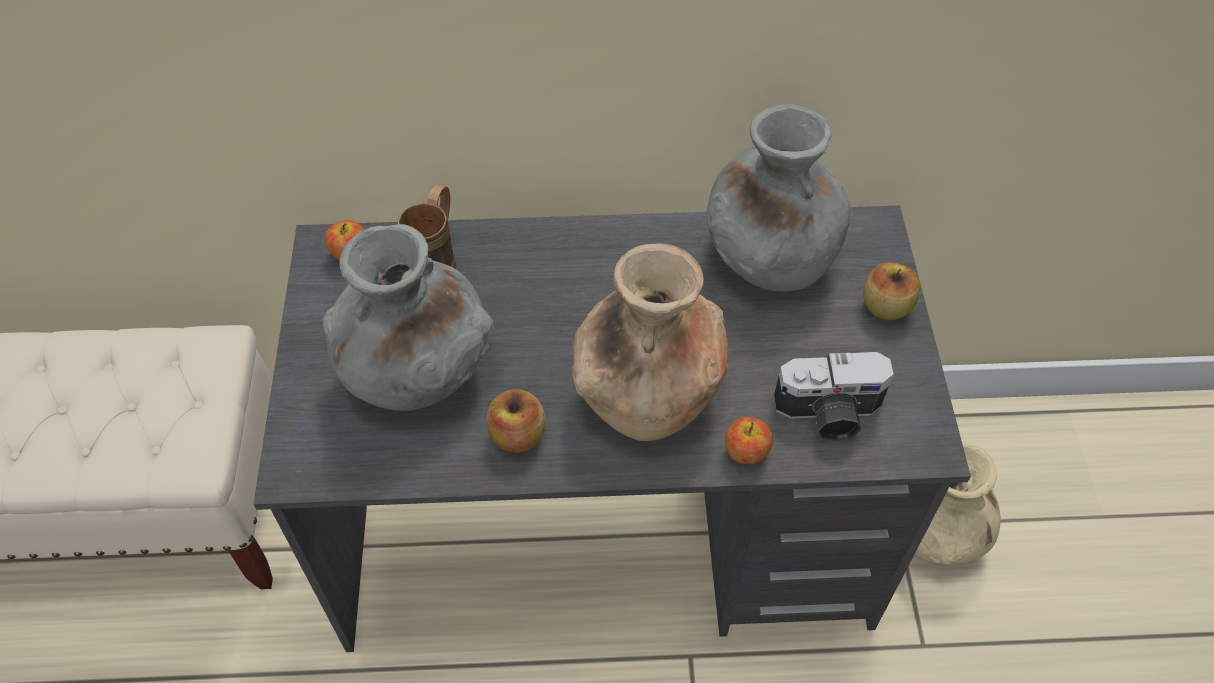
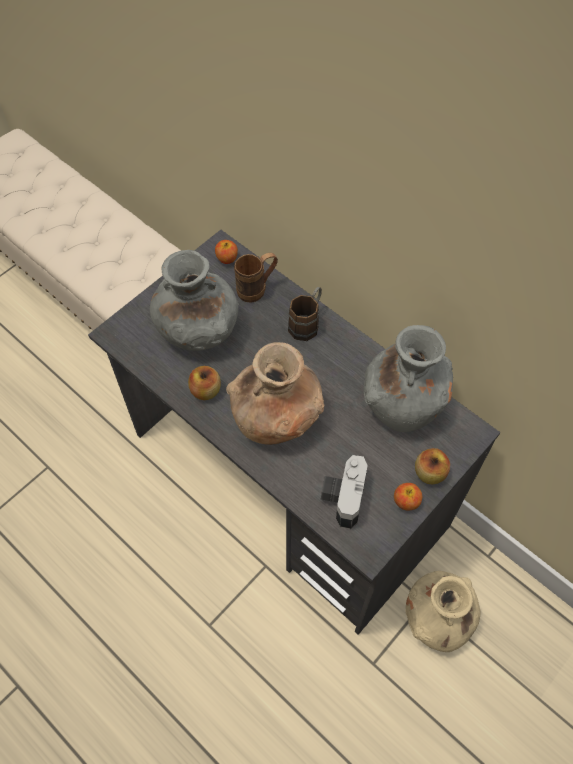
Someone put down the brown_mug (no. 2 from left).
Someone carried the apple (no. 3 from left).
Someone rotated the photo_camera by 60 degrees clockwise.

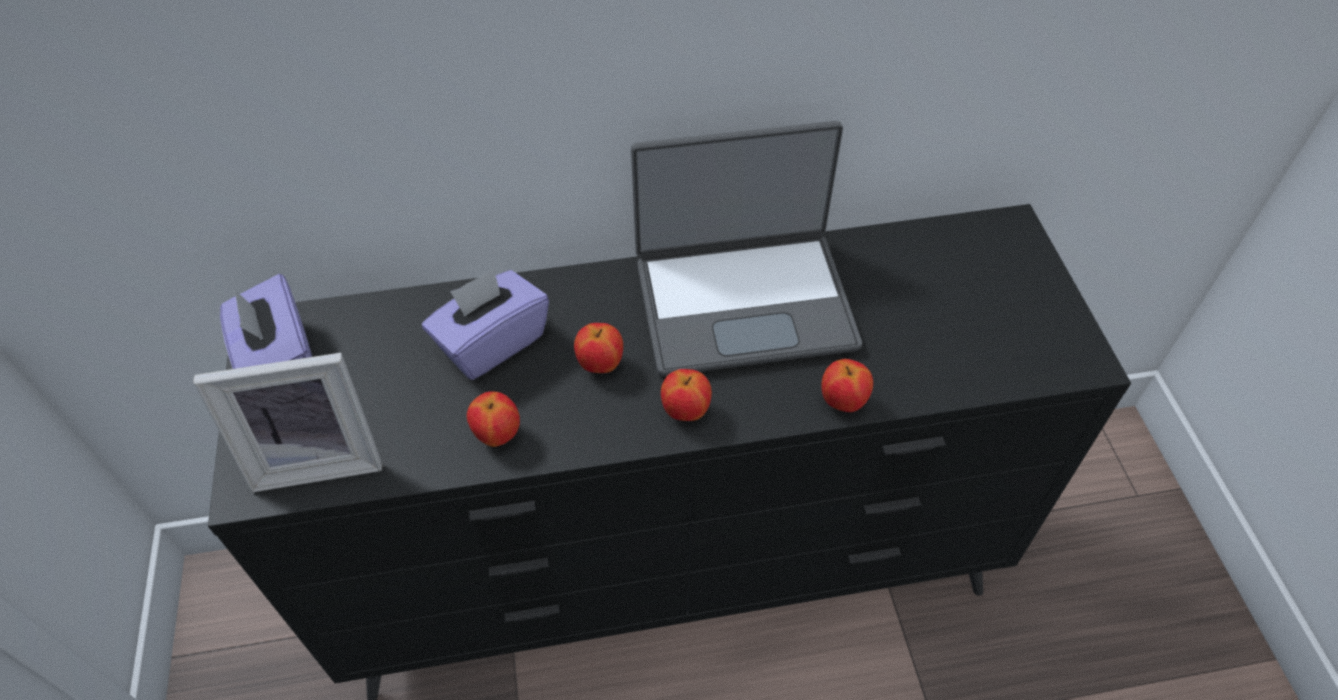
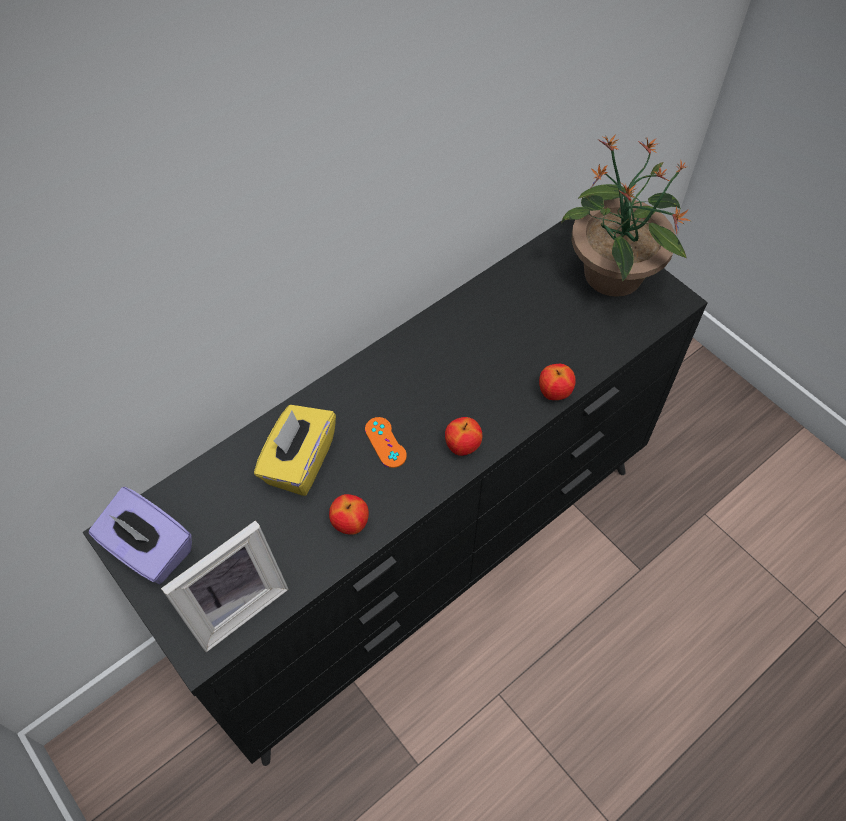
Someone took away the laptop.
Someone put down the potted_plant.
Someone swapped the apple (no. 2 from left) for the orange_game_controller.
Someone repainted the purple_tissue_box (no. 2 from left), which became the yellow_tissue_box.

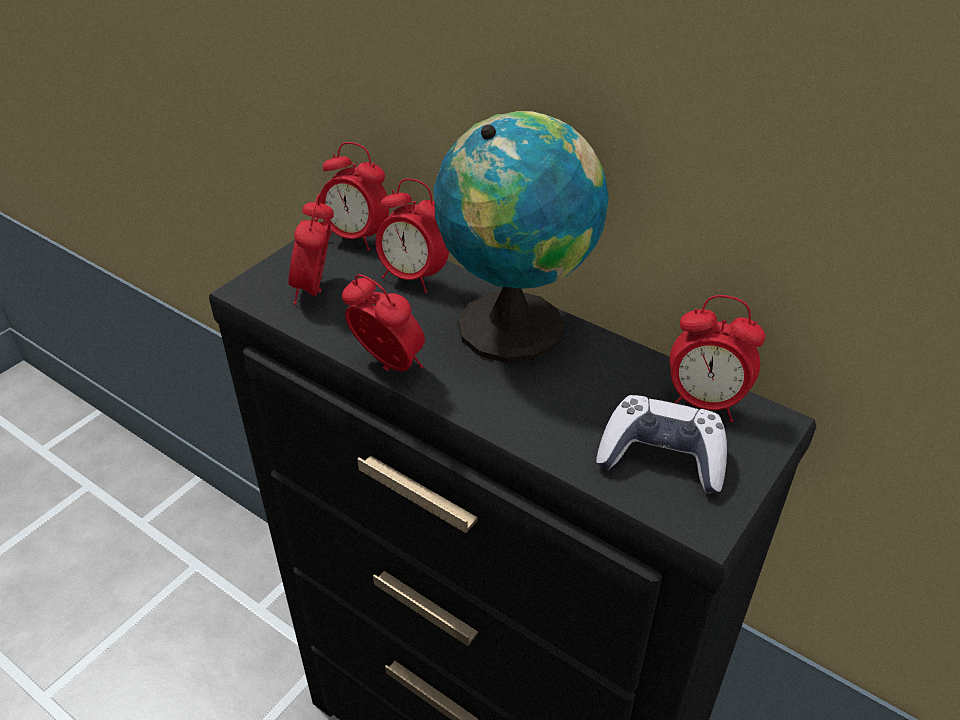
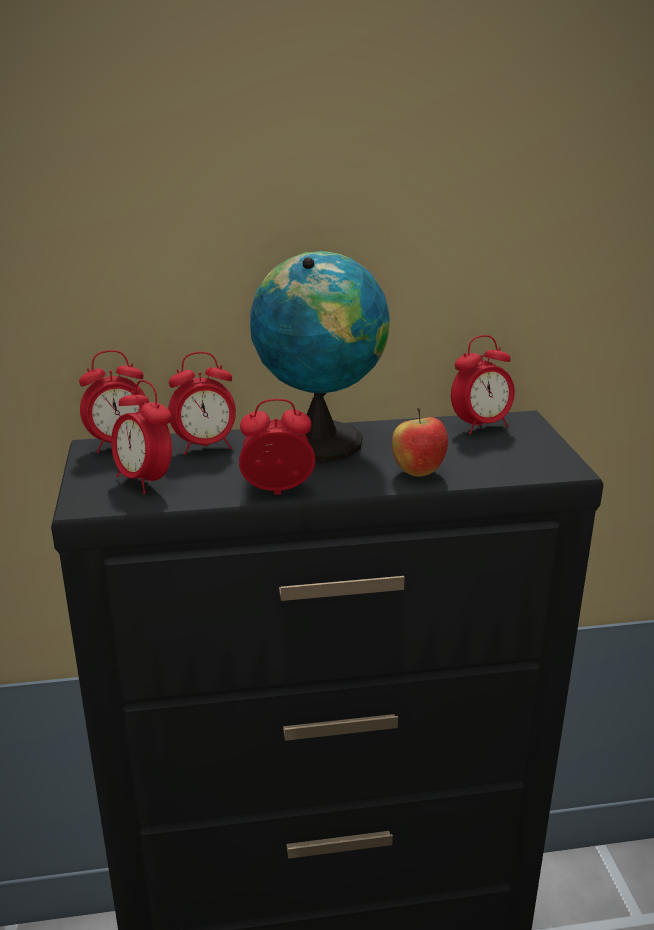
Someone took away the game_controller.
Someone put down the apple.

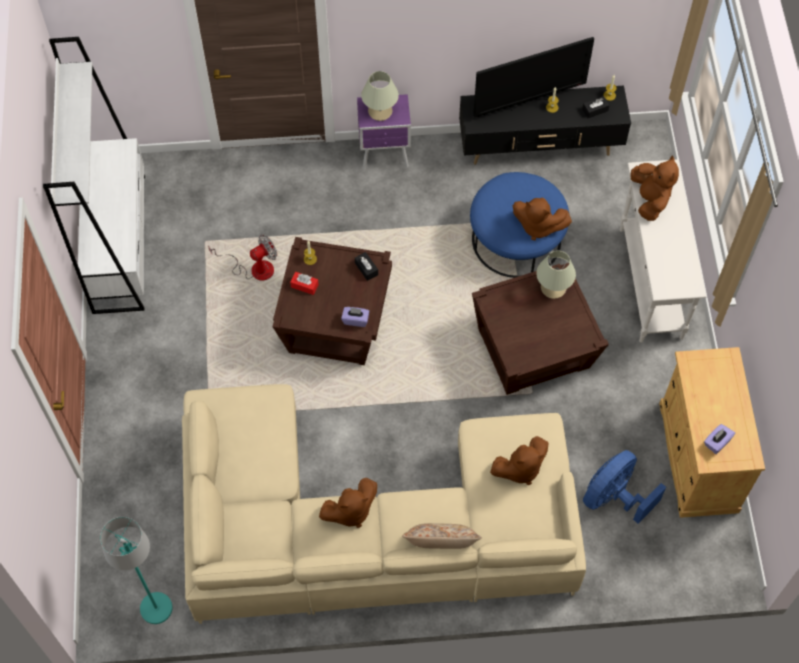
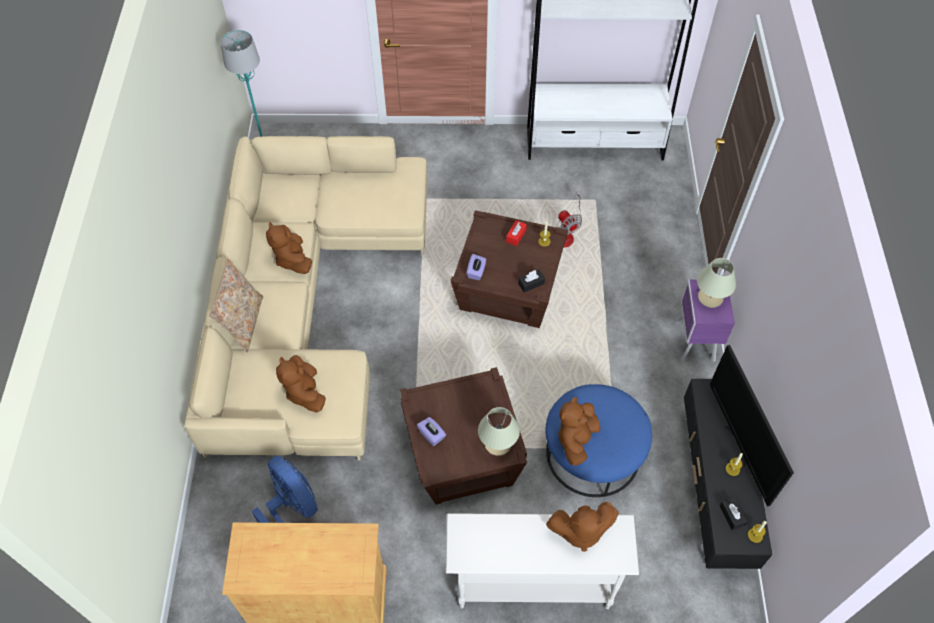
Someone carried the purple_tissue_box (no. 2 from left in the first image).

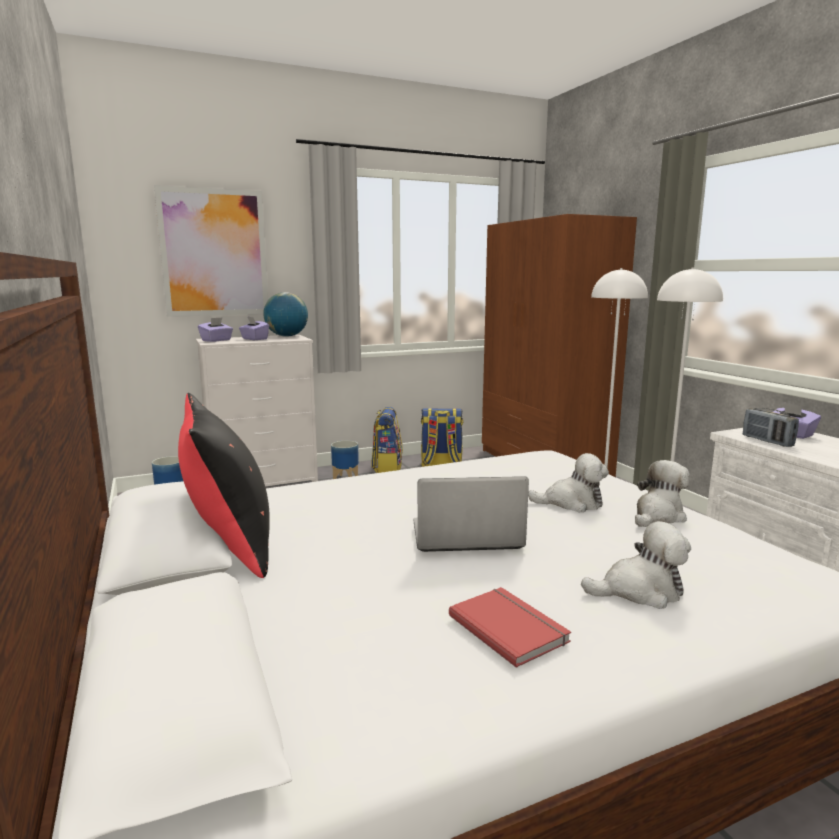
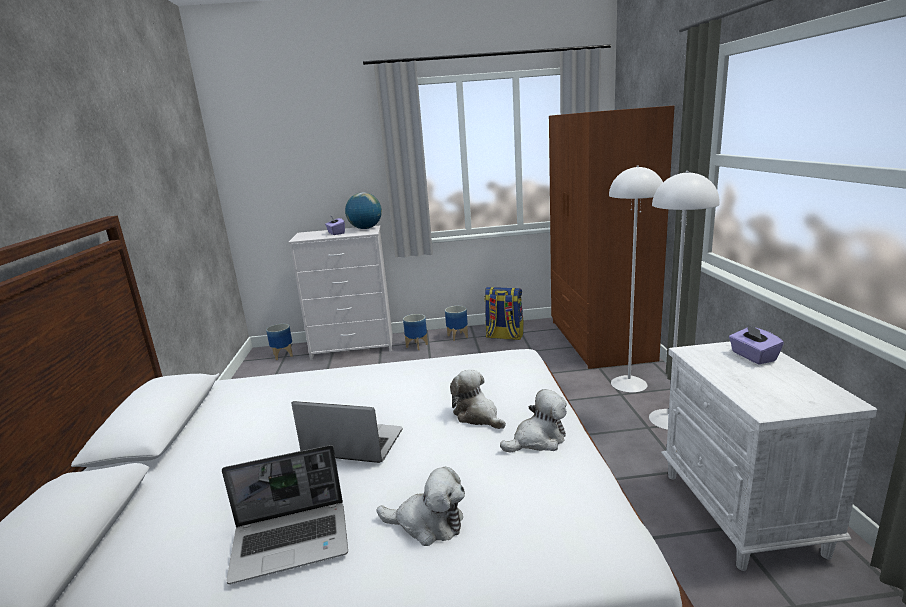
Someone took away the picture.
Someone took away the black_pillow.
Someone took away the purple_tissue_box (no. 1 from left).
Someone took away the radio.
Someone swapped the backpack (no. 1 from left) for the planter (no. 3 from left).
Someone swapped the red_book for the laptop (no. 1 from left).
Someone rotated the plush_toy (no. 1 from left in the first image) by 150 degrees counterclockwise.

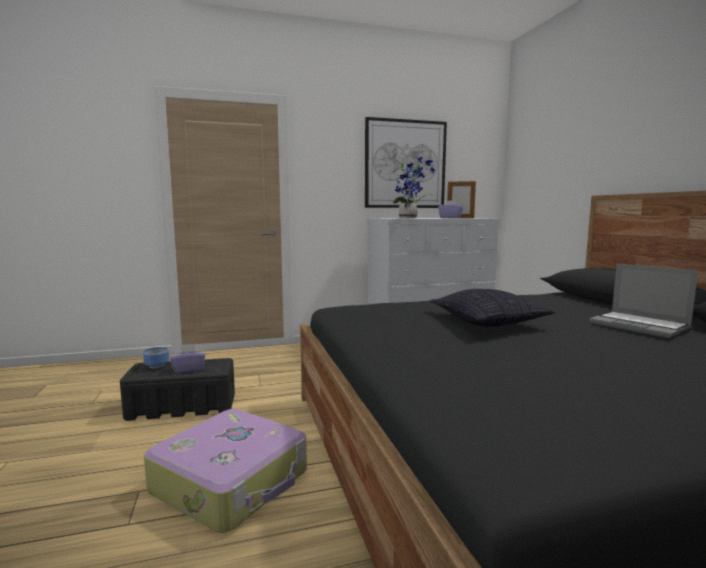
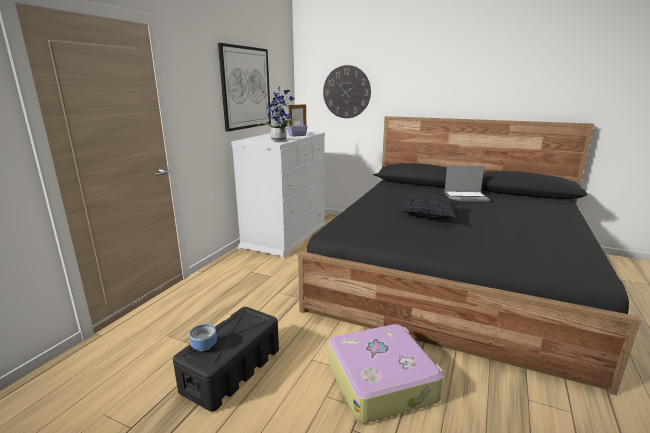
Someone took away the purple_tissue_box (no. 1 from left).
Someone put up the wall_clock.

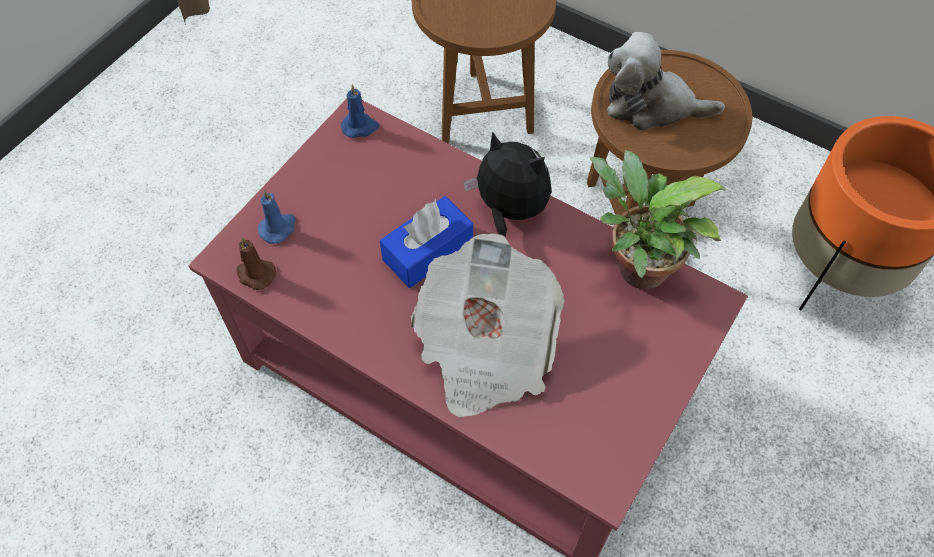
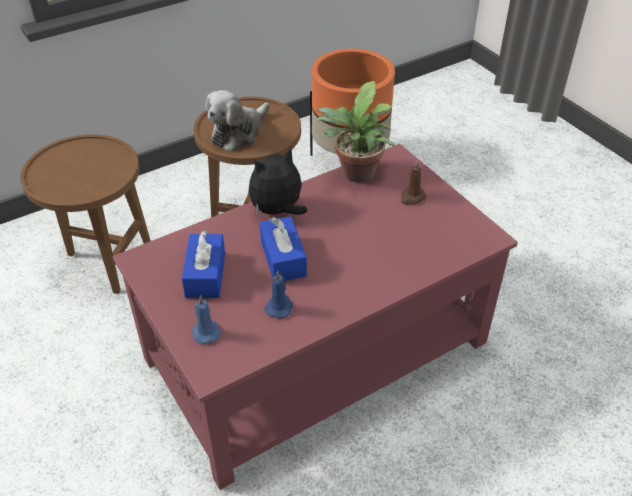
Someone took away the newspaper.
Someone put down the blue_tissue_box (no. 1 from left).
Someone carried the brown_candle.
Someone carried the blue_candle (no. 2 from left).

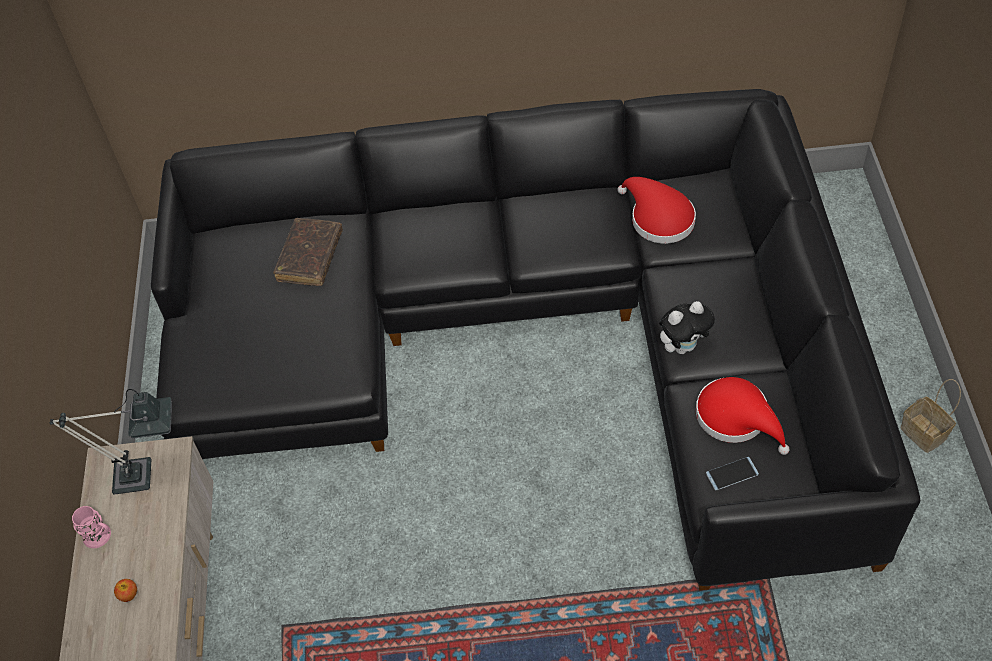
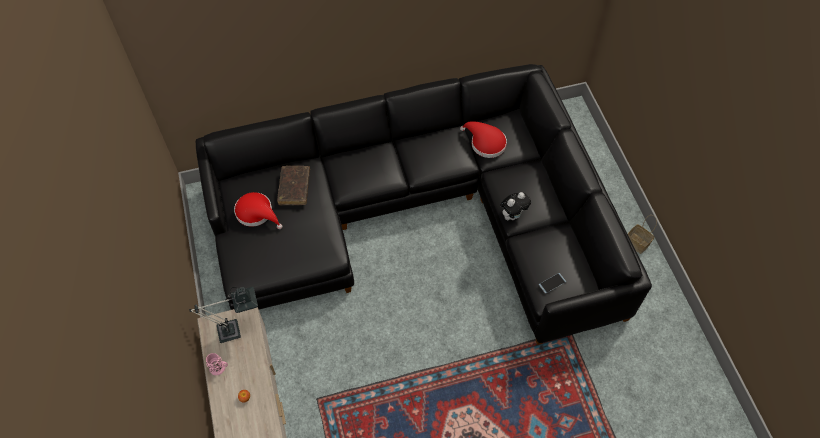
Someone carried the red_hat (no. 2 from left in the first image).

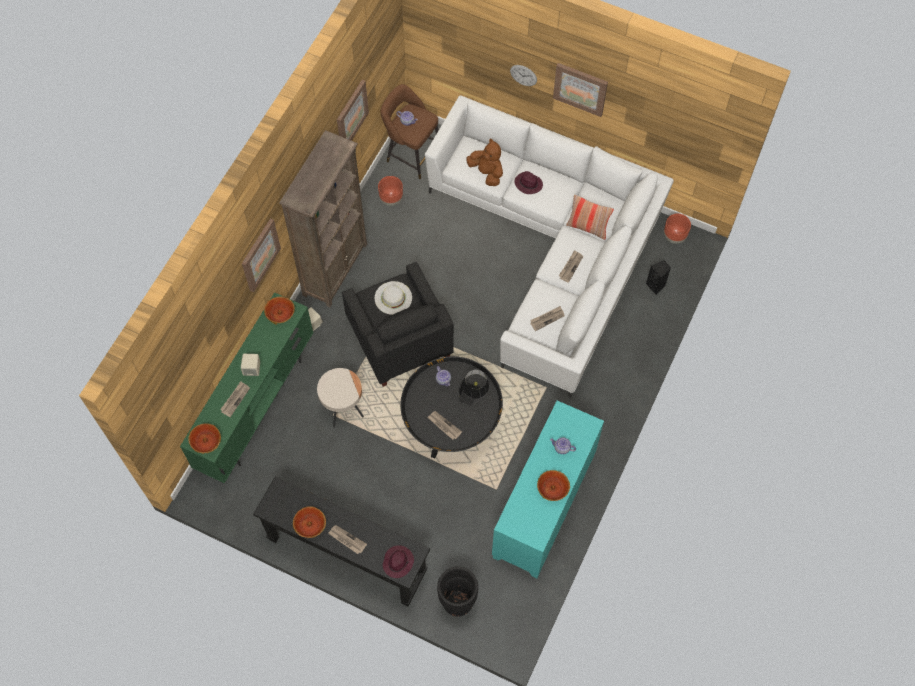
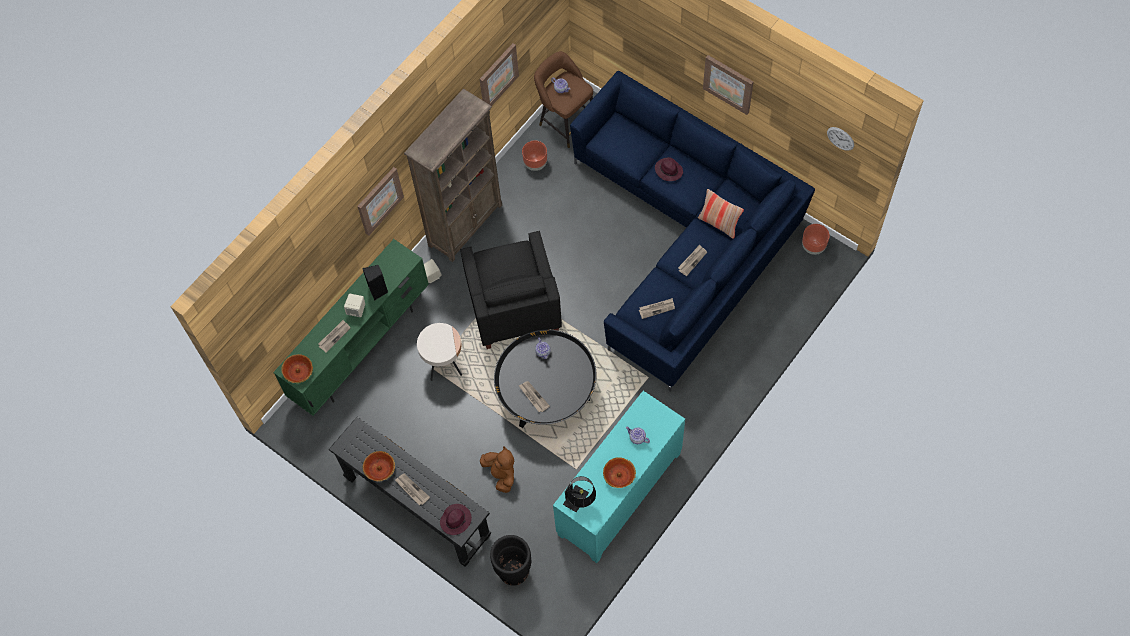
Someone took away the bowl (no. 2 from left).
Someone took away the white_hat.
Someone carried the black_table_lamp.
Someone carried the brown_plush_toy.
Someone carried the wall_clock.
Someone carried the black_speaker.
Someone repainted the white_sofa, which became the blue_sofa.

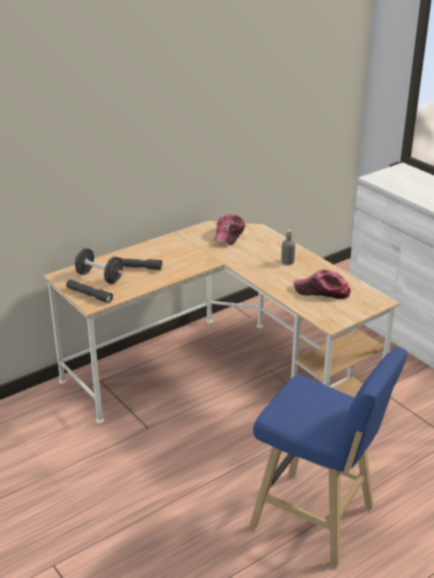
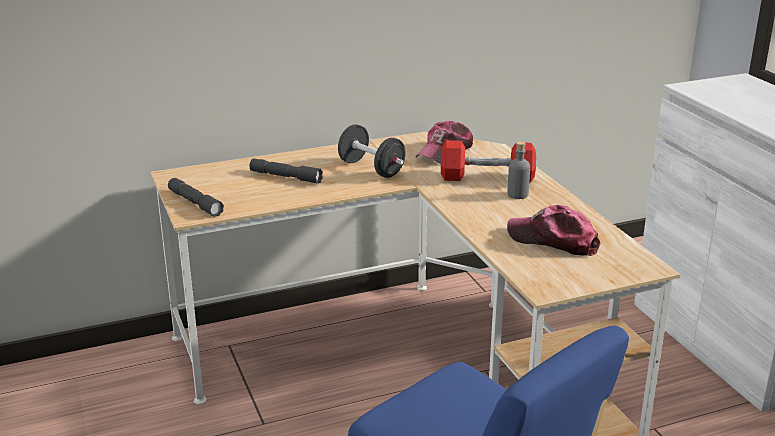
Someone put down the red_dumbbell.
Someone carried the black_dumbbell.

